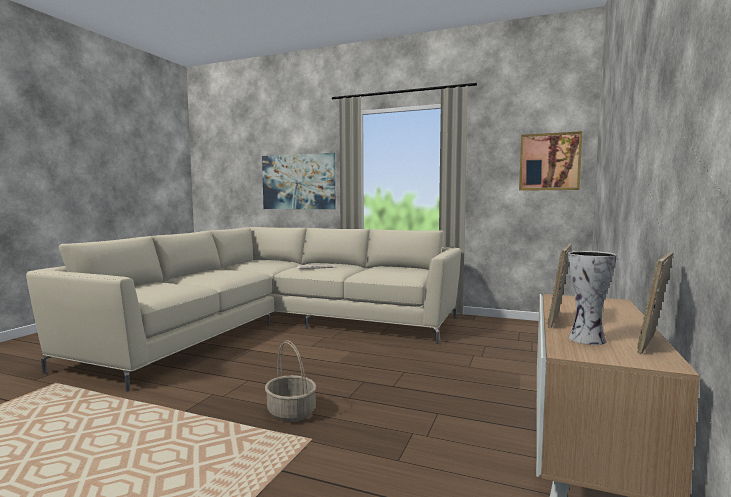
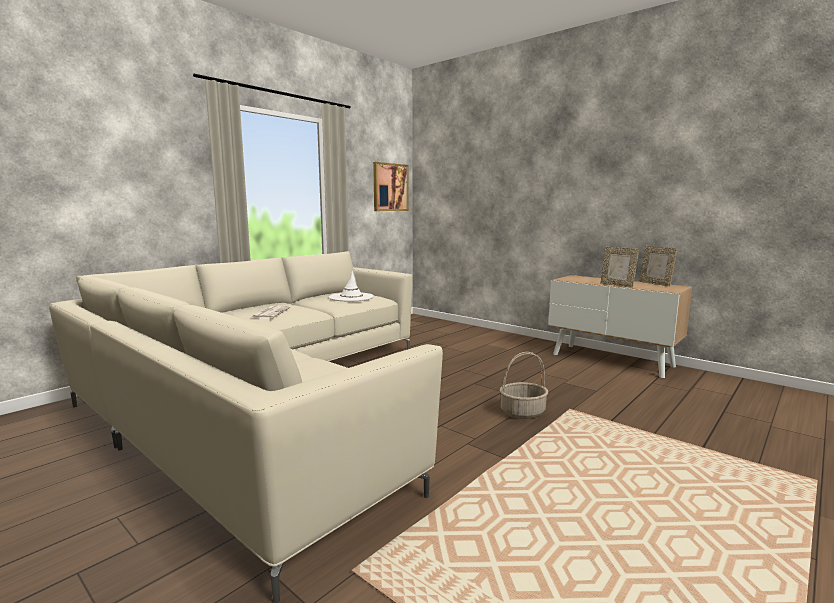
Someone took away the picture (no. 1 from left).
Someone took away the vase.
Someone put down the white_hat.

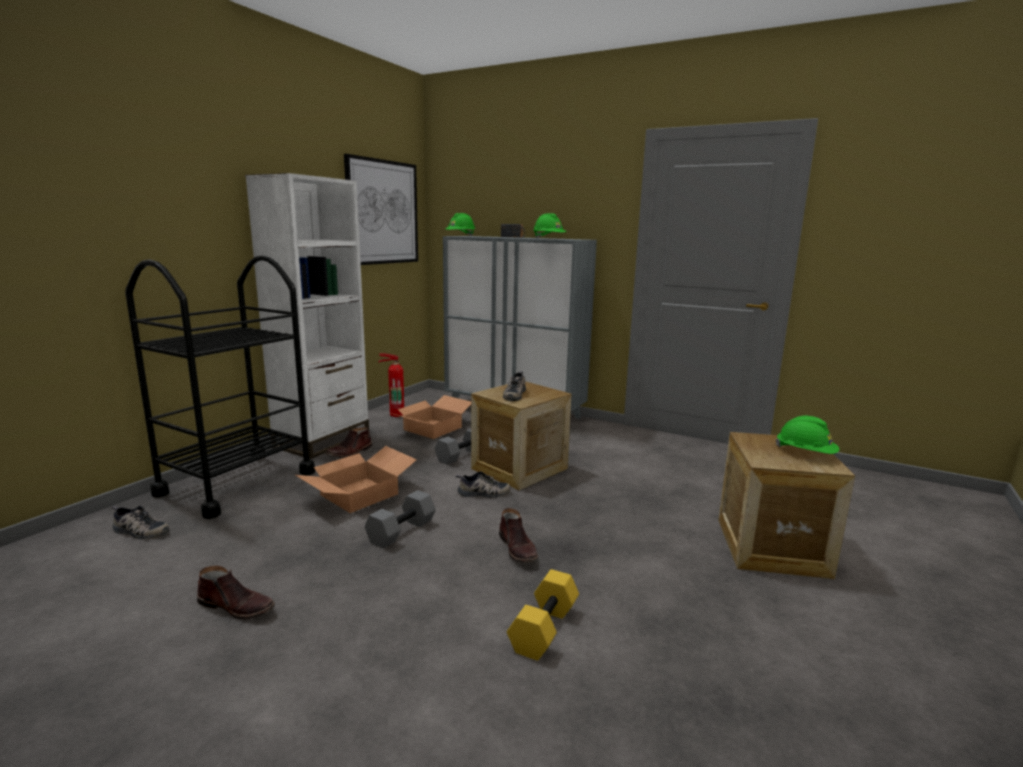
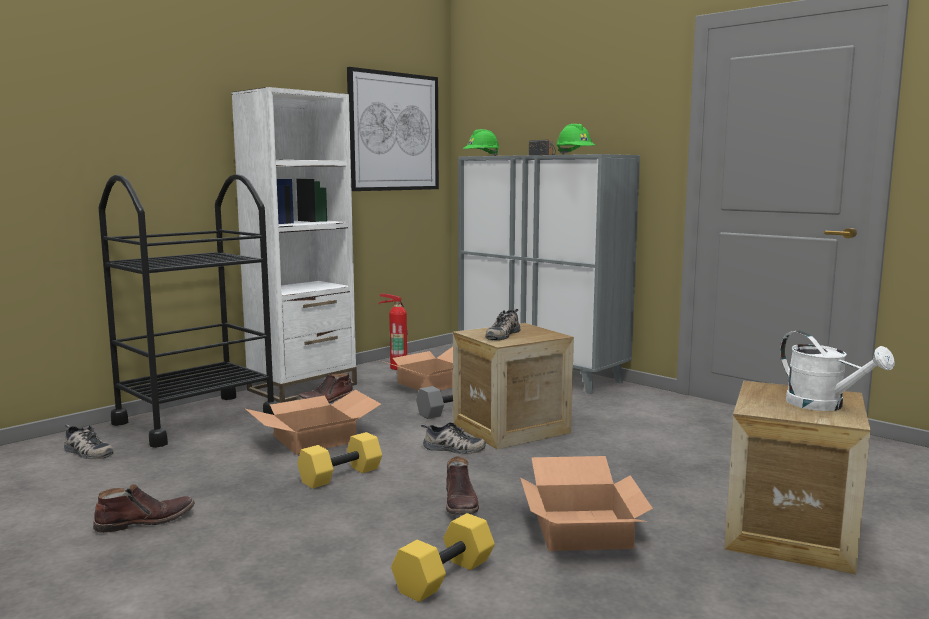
Someone put down the cardboard_box (no. 3 from left).
Someone swapped the green_hard_hat (no. 3 from left) for the white_watering_can.
Someone repainted the grey_dumbbell (no. 1 from left), which became the yellow_dumbbell (no. 1 from left).
Someone rotated the brown_boot (no. 1 from left) by 60 degrees counterclockwise.

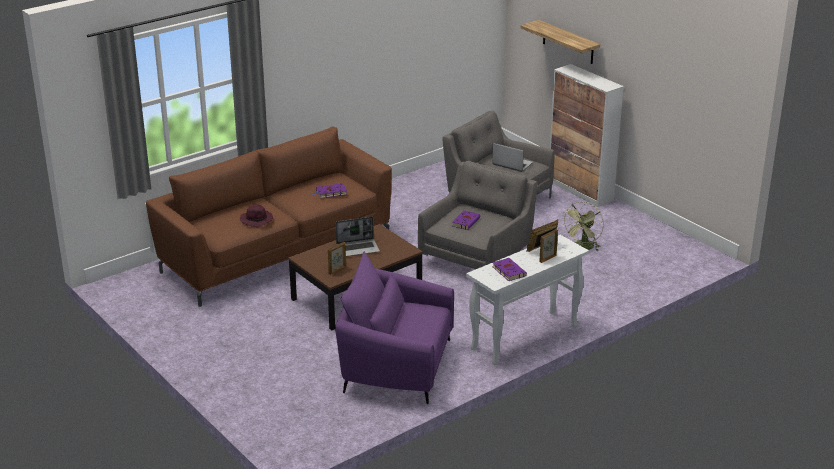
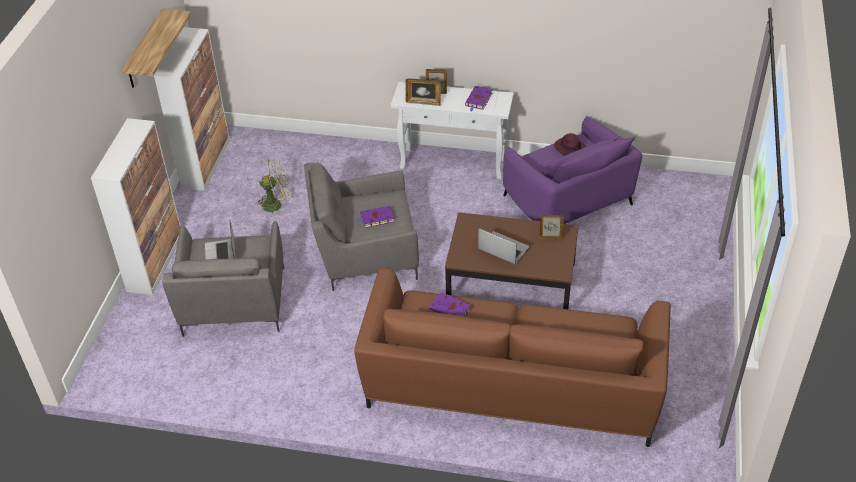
Someone put down the cabinet (no. 2 from left).
Someone carried the purple_hat.
Someone carried the shelf.

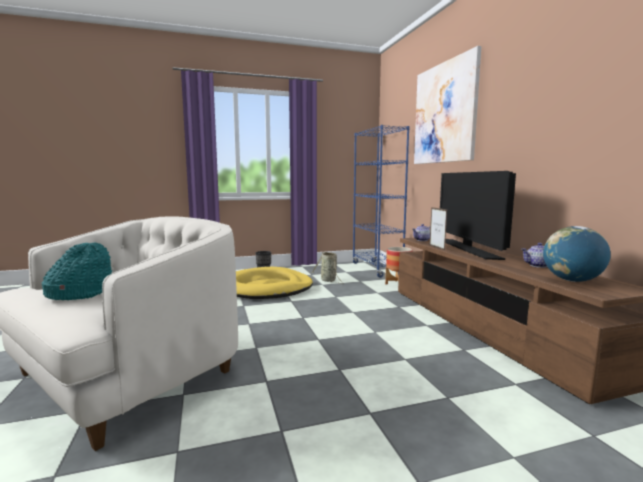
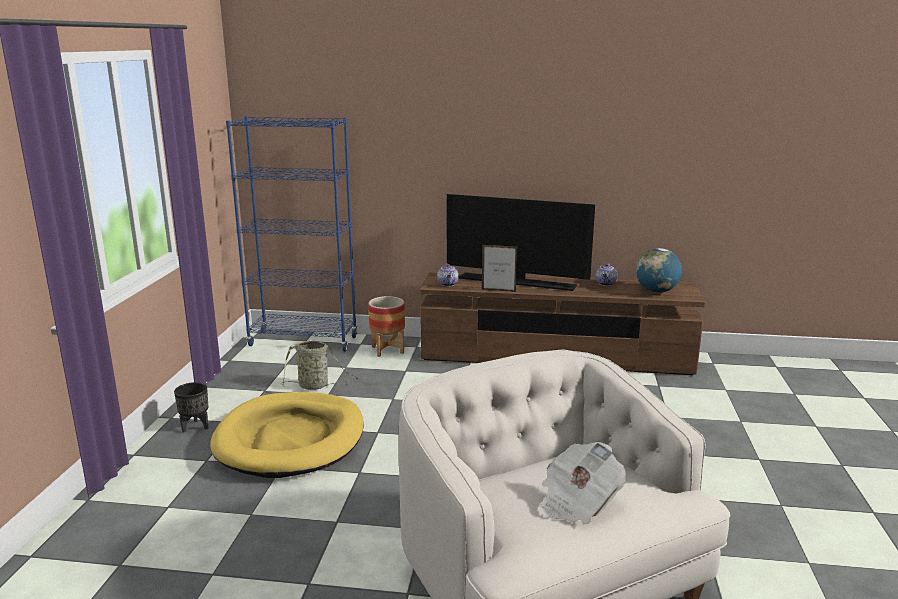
Someone took away the picture.
Someone swapped the turquoise_hat for the newspaper.

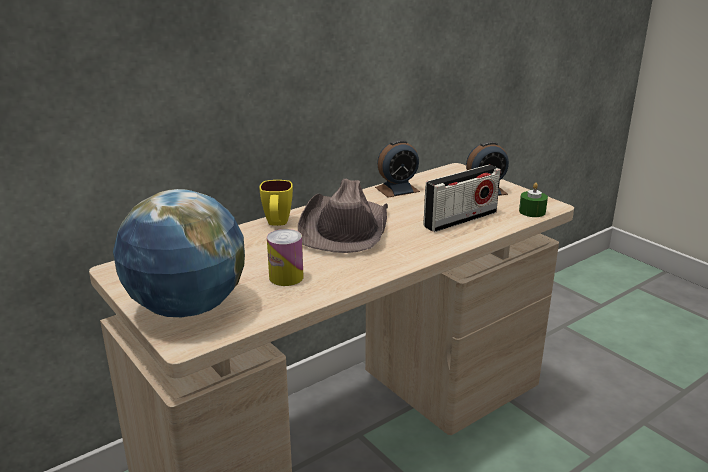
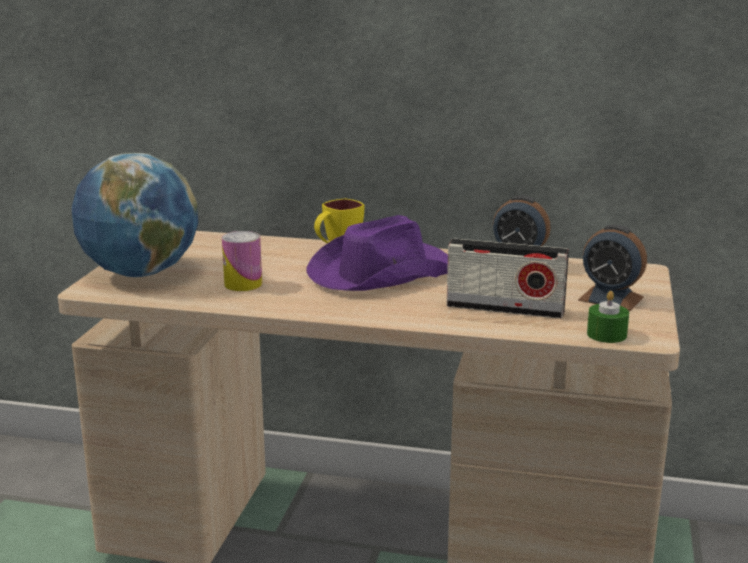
Someone repainted the brown_hat, which became the purple_hat.

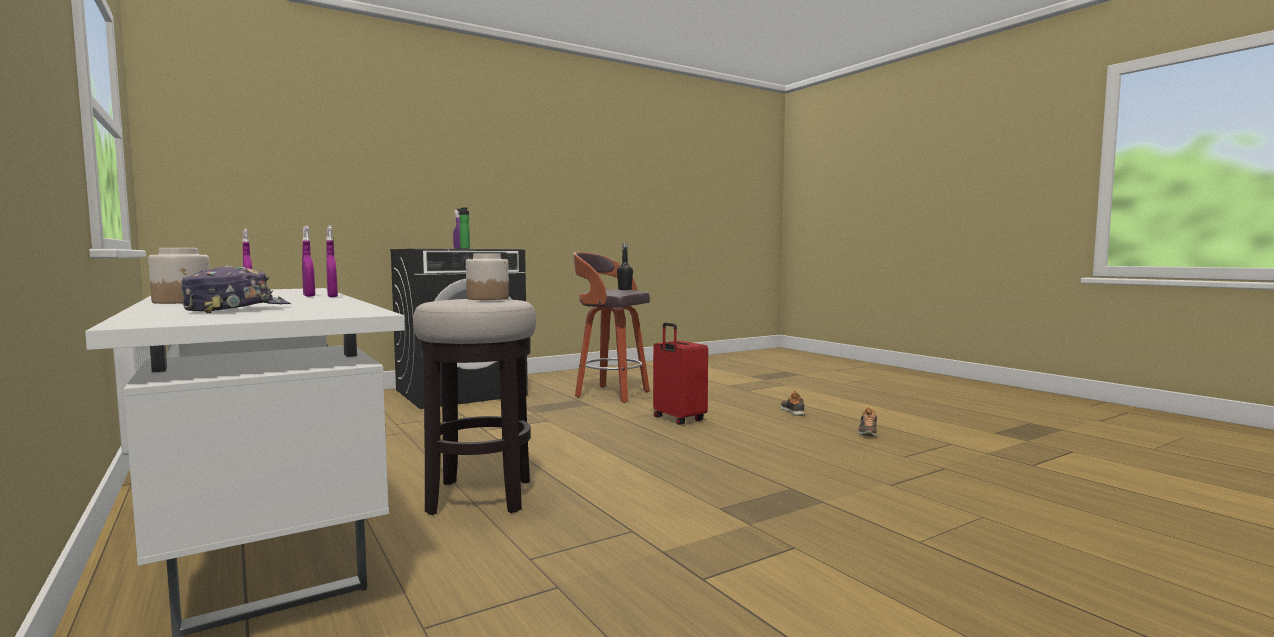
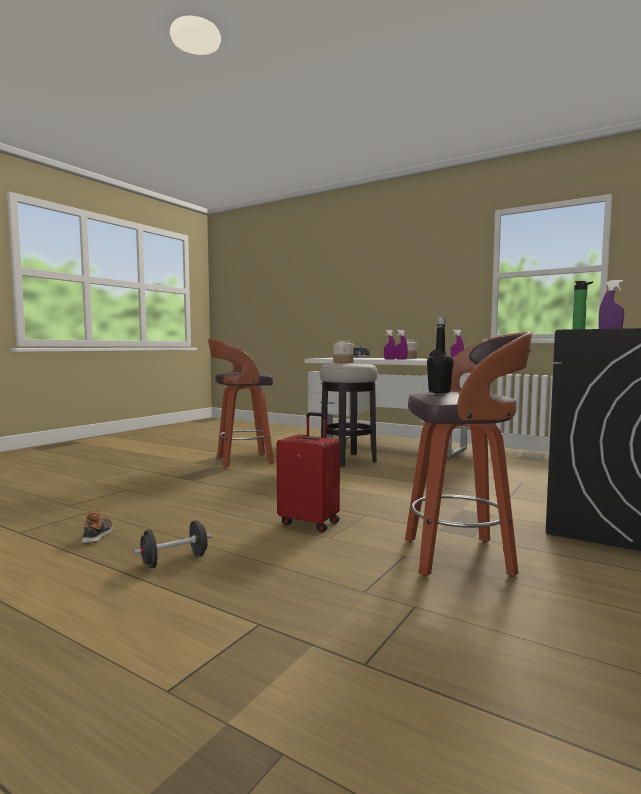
Someone put down the stool (no. 1 from left).
Someone swapped the shoe (no. 1 from left) for the black_dumbbell.

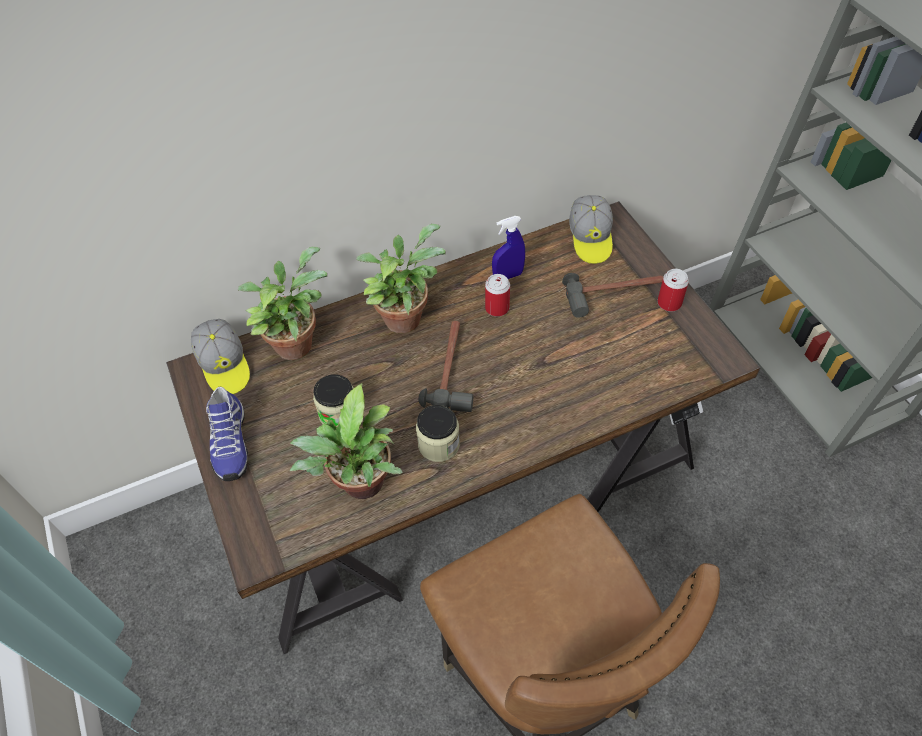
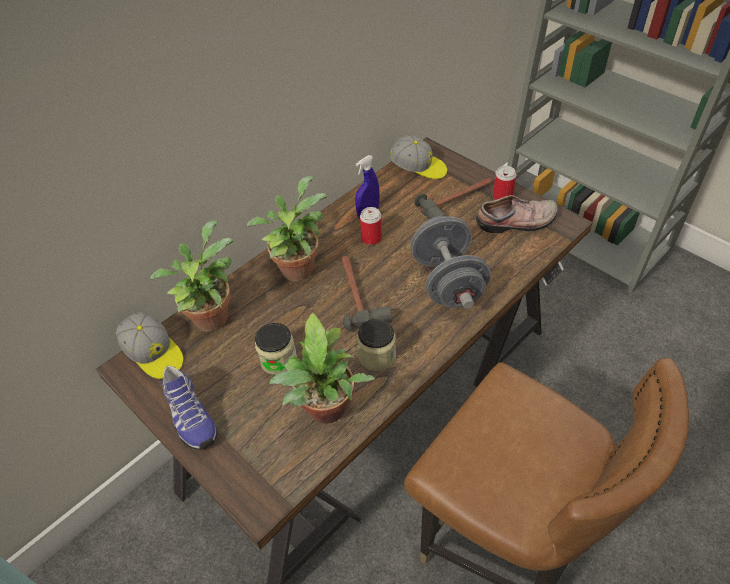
Someone put down the grey_dumbbell.
Someone put down the shoe (no. 2 from left).
Someone rotated the cap (no. 2 from left) by 45 degrees counterclockwise.

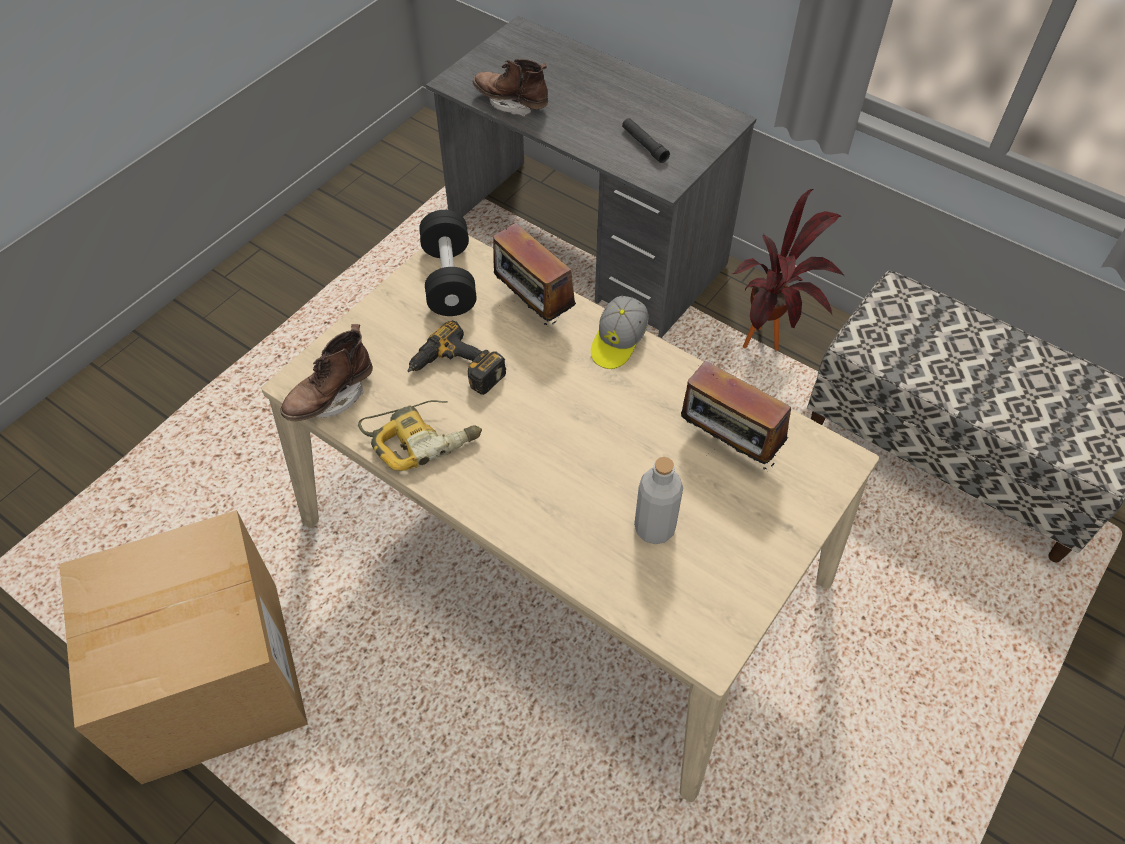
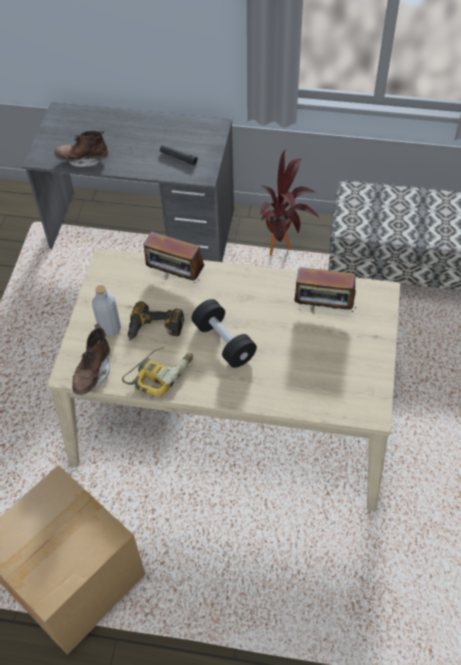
Someone took away the cap.
Someone carried the black_dumbbell.
Someone carried the grey_bottle.

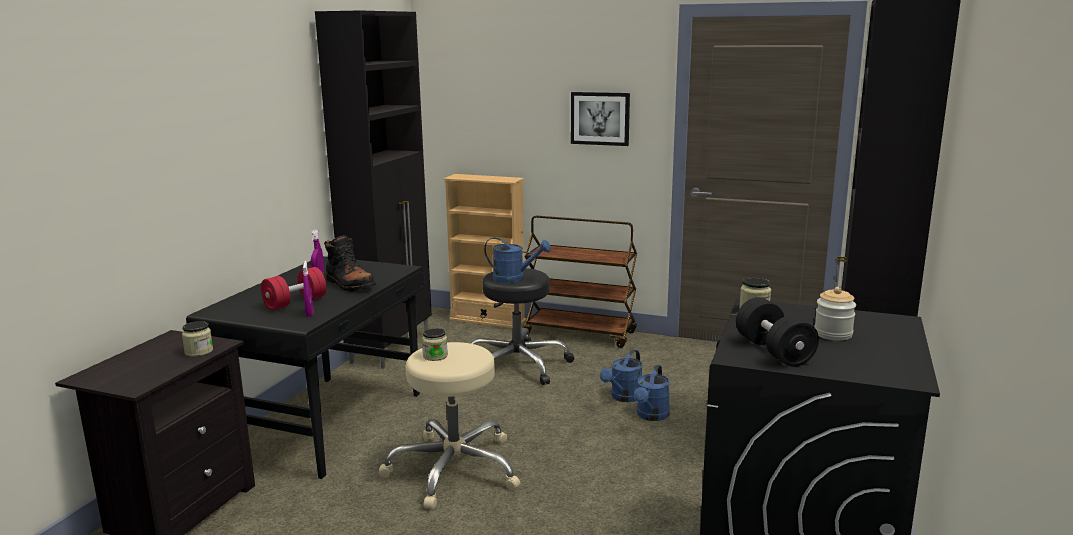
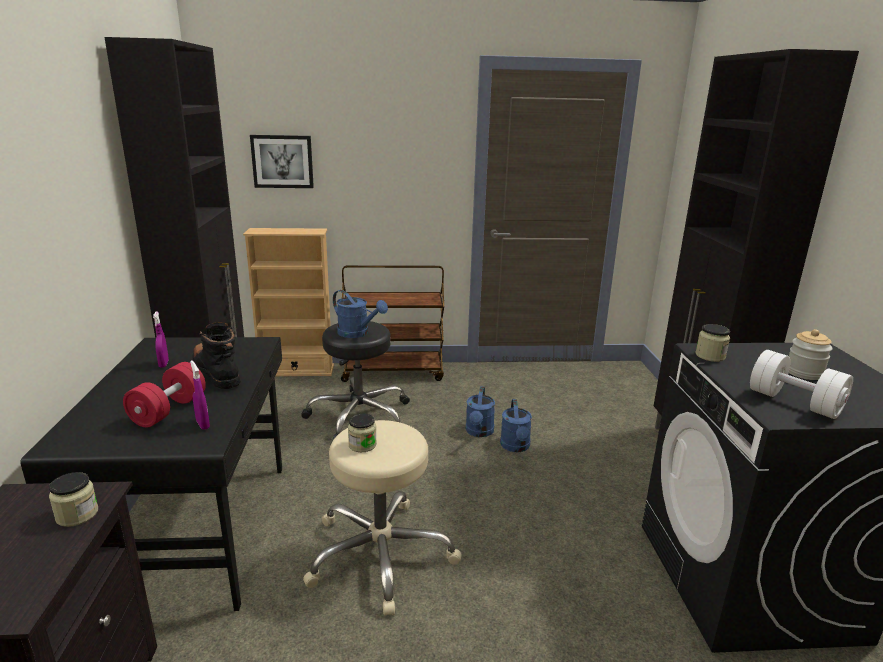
Someone carried the picture.
Someone repainted the black_dumbbell, which became the white_dumbbell.
Someone rotated the black_boot by 150 degrees counterclockwise.
Someone rotated the blue_watering_can (no. 1 from left) by 45 degrees clockwise.

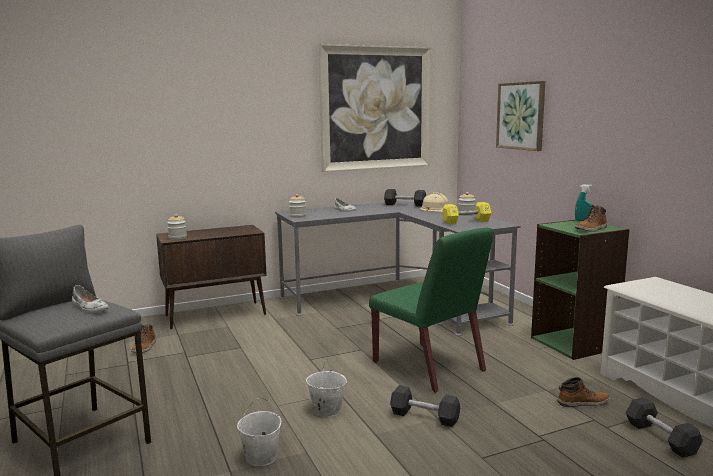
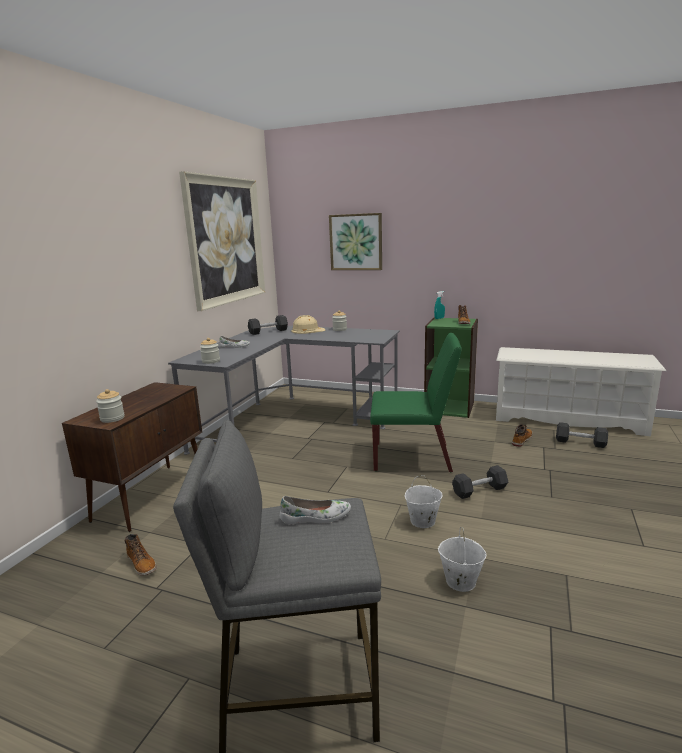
Someone took away the yellow_dumbbell.

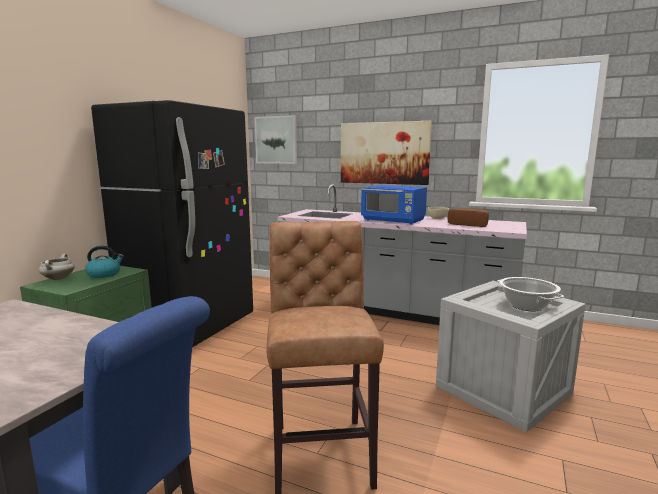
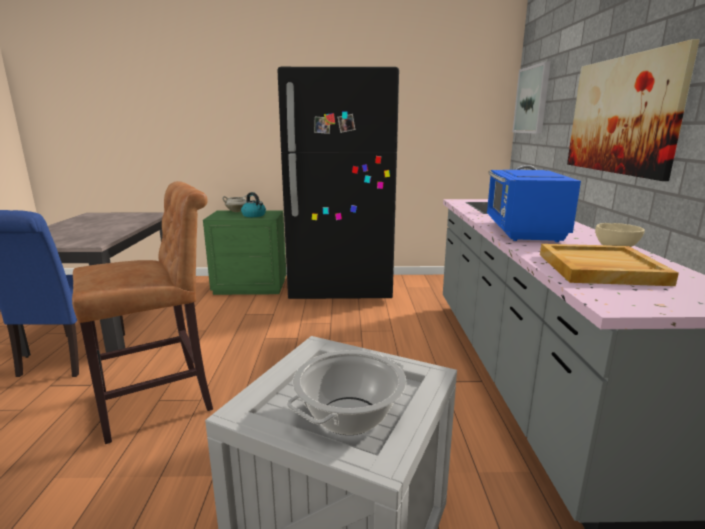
Someone swapped the bread for the beige_tray.

